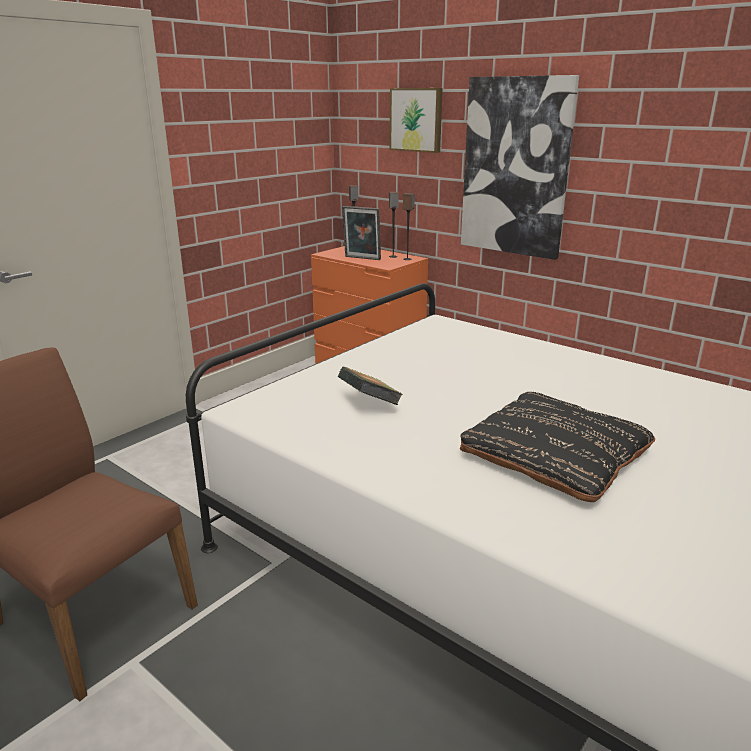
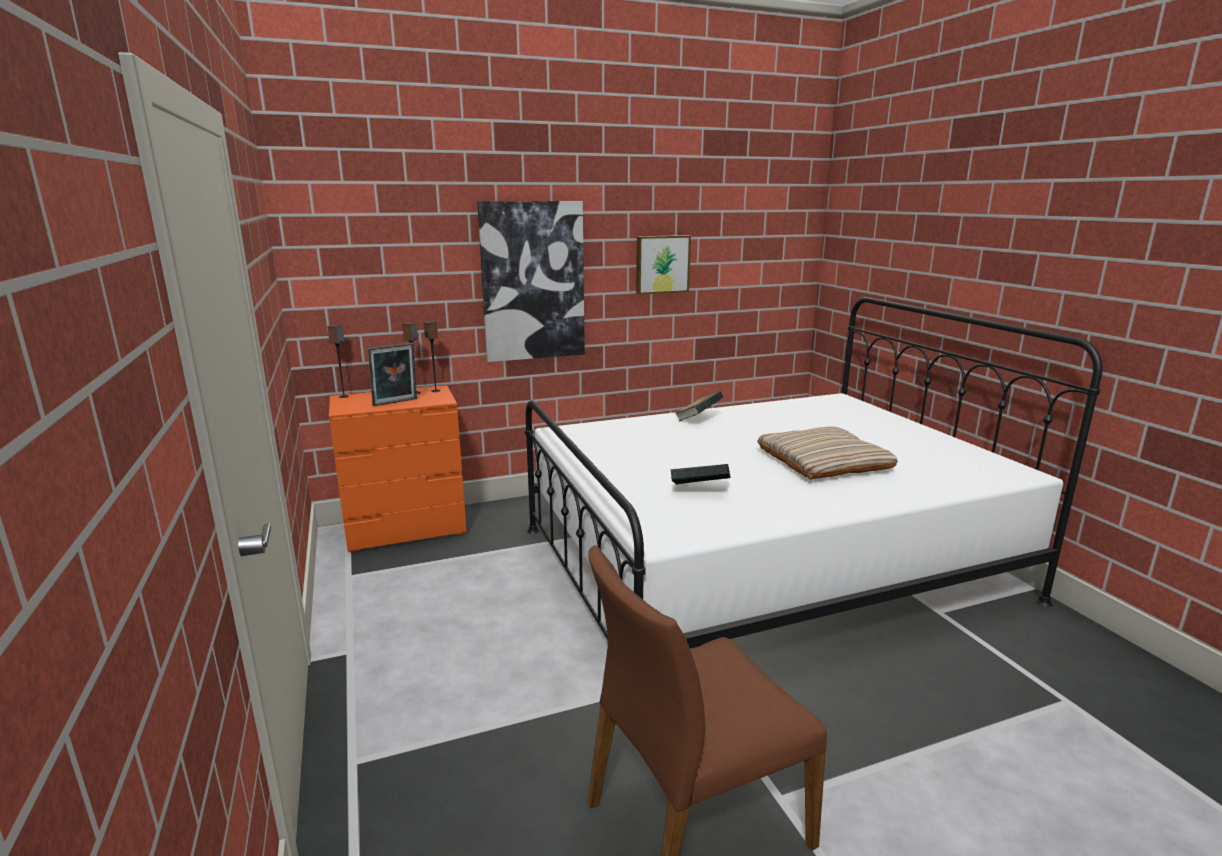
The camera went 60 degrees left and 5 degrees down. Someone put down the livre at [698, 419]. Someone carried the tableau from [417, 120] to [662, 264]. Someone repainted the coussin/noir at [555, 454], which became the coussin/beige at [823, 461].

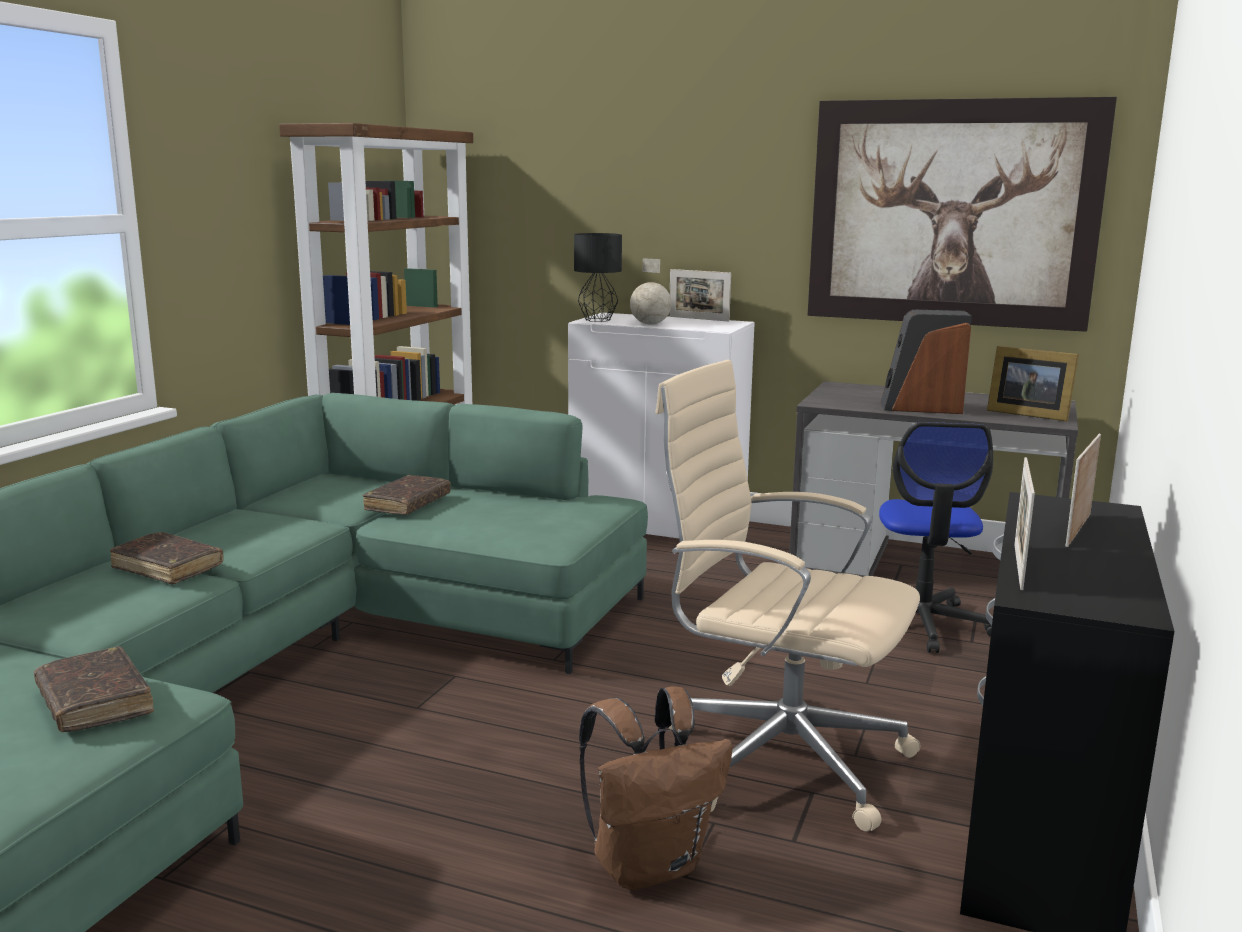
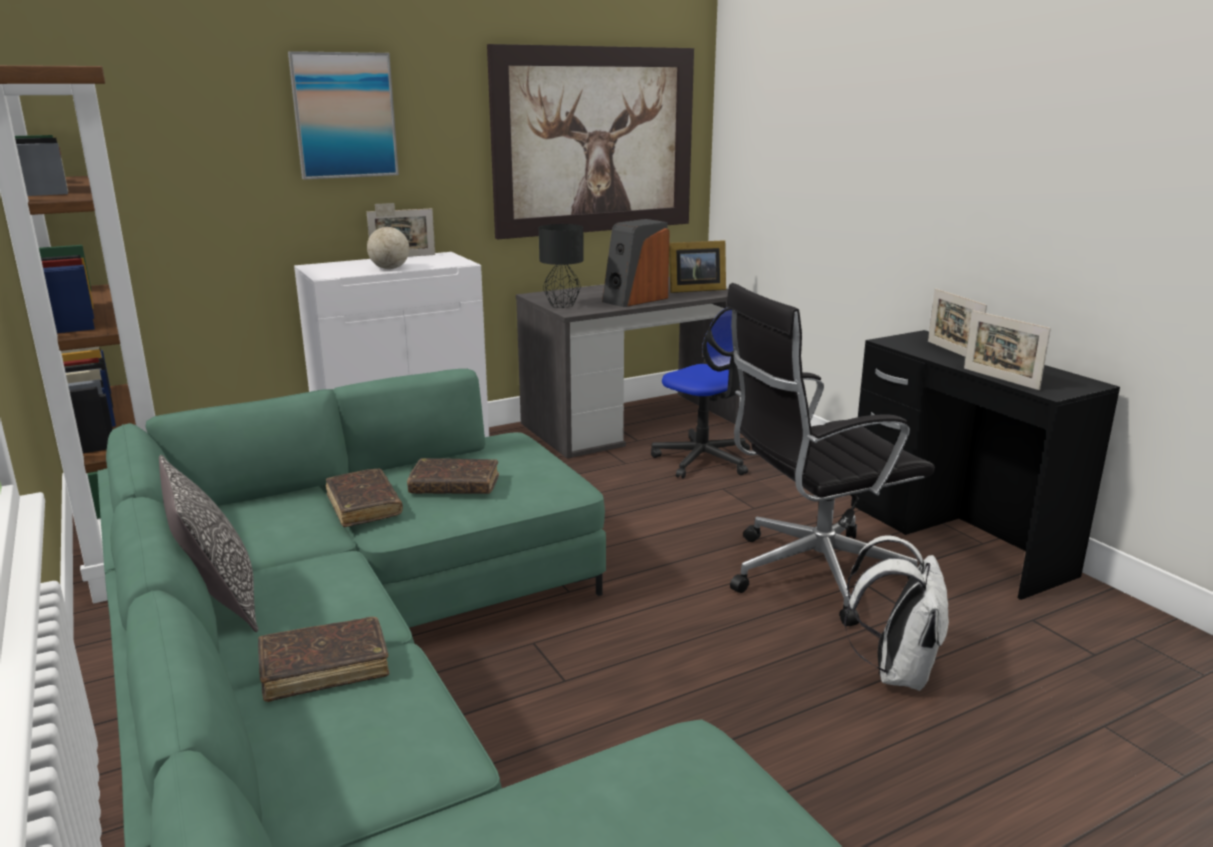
The camera went 50 degrees left and 5 degrees up. Someone put down the coussin at [219, 602]. Someone put up the tableau at [344, 115]. Someone carried the livre/marron from [94, 703] to [454, 486]. Someone carried the lampe de table/noir from [597, 320] to [561, 305]. Someone repainted the sac à dos/marron at [649, 865], which became the sac à dos/blanc at [895, 672]. Someone repainted the chaise de bureau/beige at [779, 758], which became the chaise de bureau/noir at [812, 574].

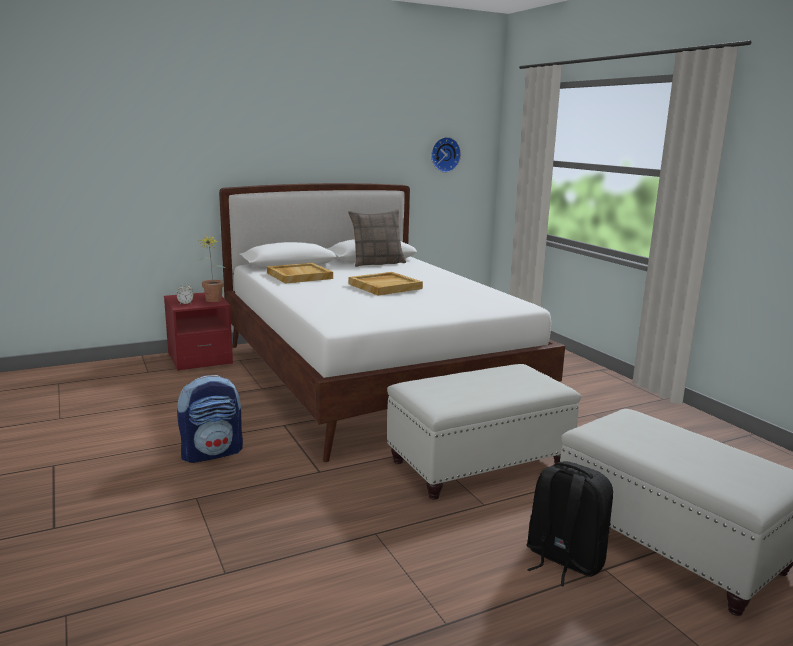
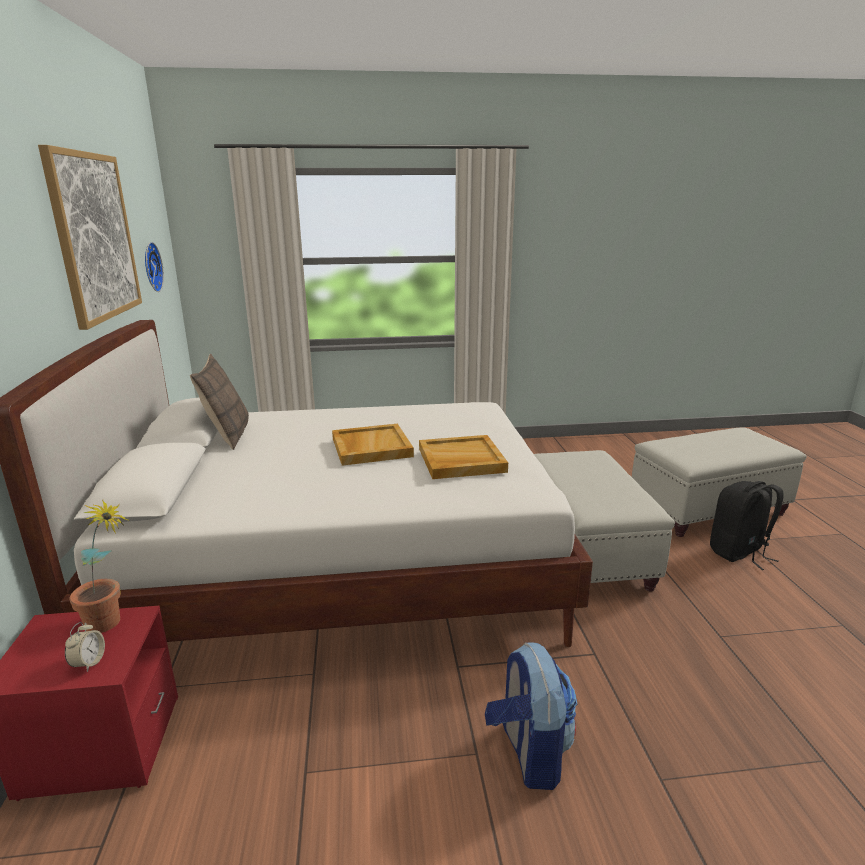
The camera went 70 degrees left and 5 degrees up. Someone put up the tableau at [94, 237]. Someone carried the plateau/beige from [299, 276] to [460, 460].

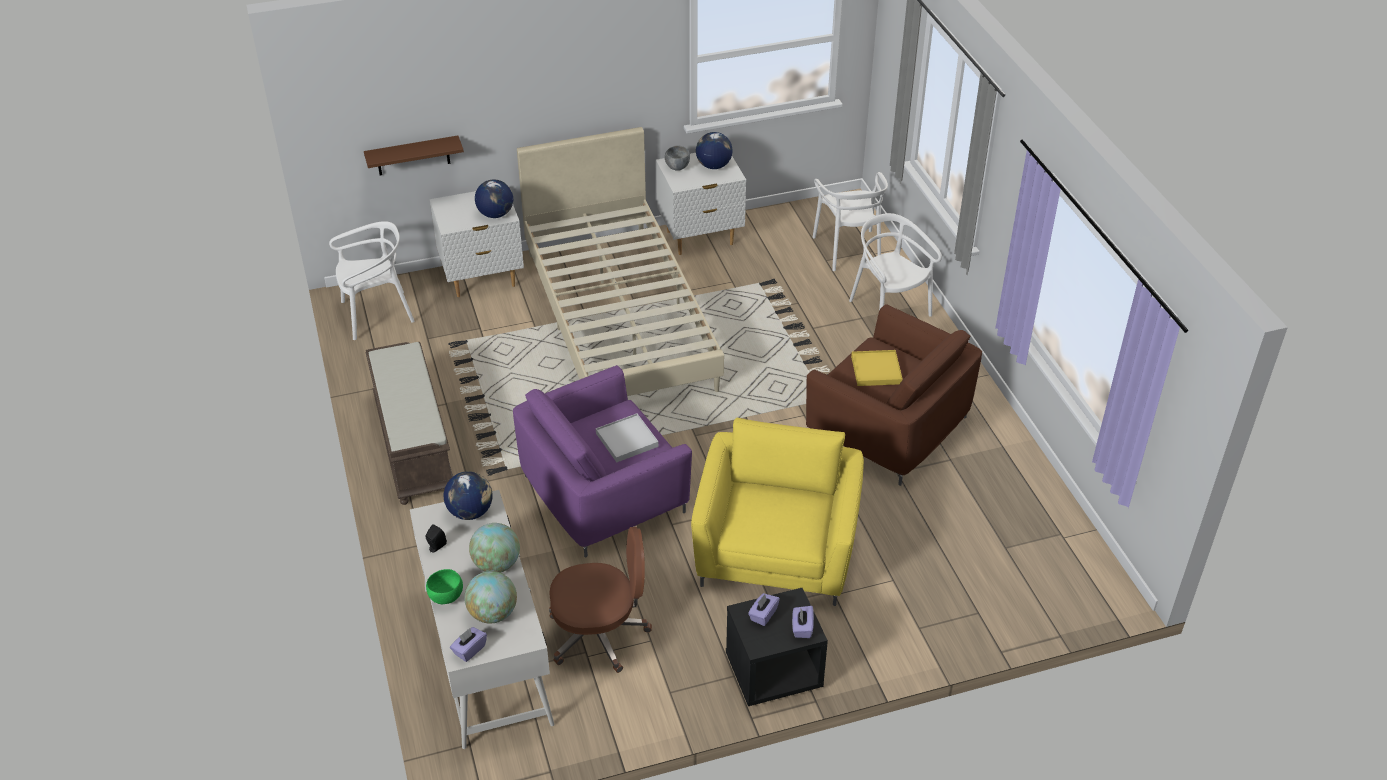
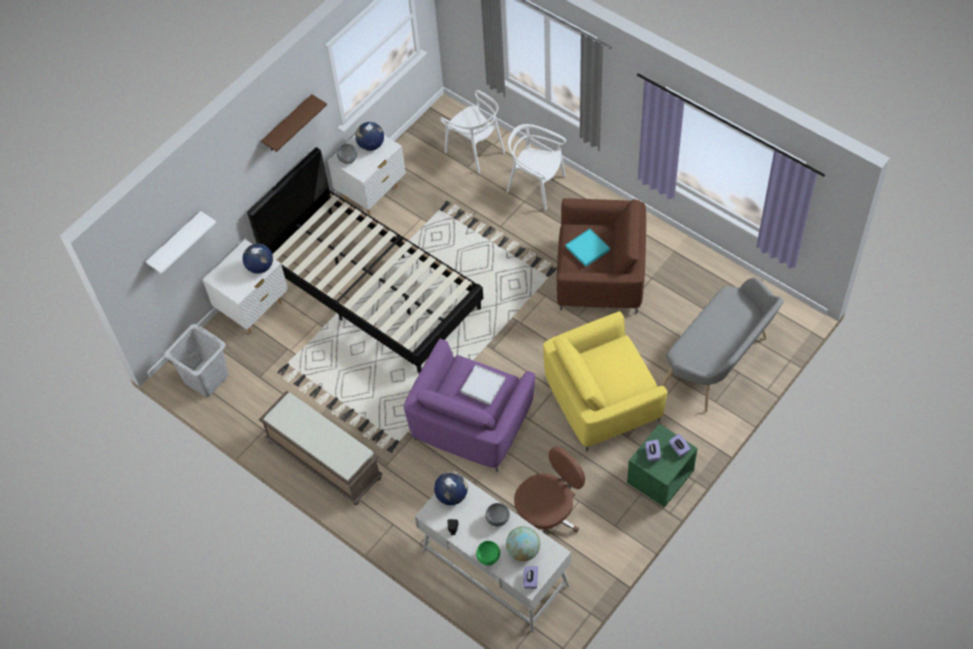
The camera went 30 degrees left and 15 degrees up. Someone put up the étagère/blanc at [176, 243]. Someone put down the banc/gris at [719, 364]. Someone carried the étagère/marron from [413, 156] to [288, 124]. Someone swapped the chaise/blanc at [376, 314] for the panier à linge/gris at [207, 378]. Someone swapped the globe at [496, 564] for the bol/gris at [497, 519]. Someone repainted the lit/beige at [619, 318], which became the lit/noir at [372, 288]. Someone repainted the table de chevet/noir at [773, 673], which became the table de chevet/vert at [660, 478]. Someone repainted the plateau/jaune at [876, 370], which became the plateau/turquoise at [587, 249]. Someone rotated the fauteuil/jaune at [777, 551] by 90 degrees counterclockwise.

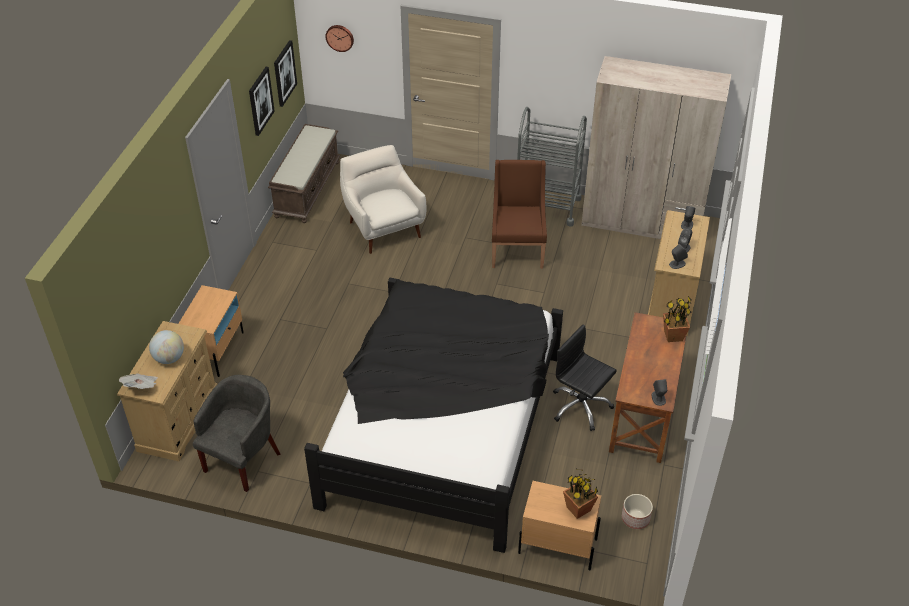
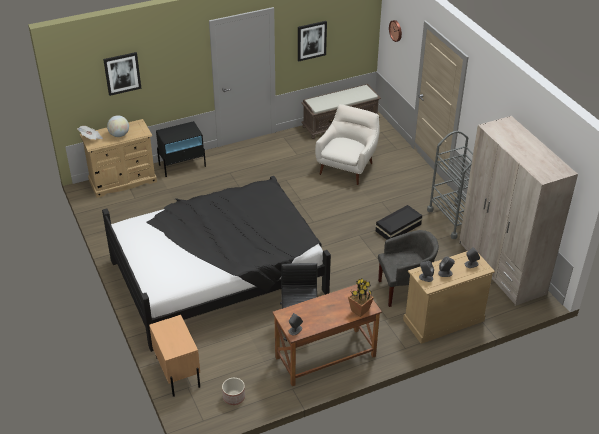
The camera went 50 degrees right and 5 degrees down. Someone took away the plante en pot at [578, 509]. Someone carried the fauteuil/gris from [243, 459] to [404, 290]. Someone carried the tableau from [284, 73] to [122, 73]. Someone swapped the fauteuil/marron at [517, 250] for the boîte de rangement/noir at [399, 227]. Someone repainted the table de chevet/beige at [217, 350], which became the table de chevet/noir at [182, 165].

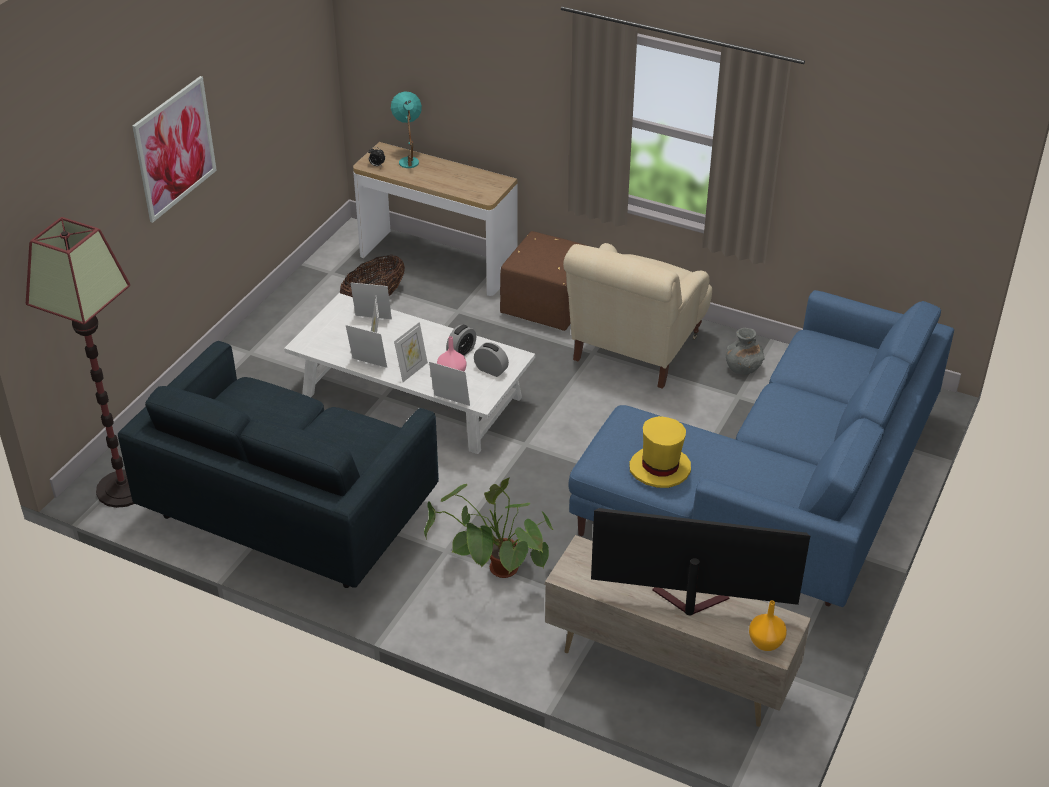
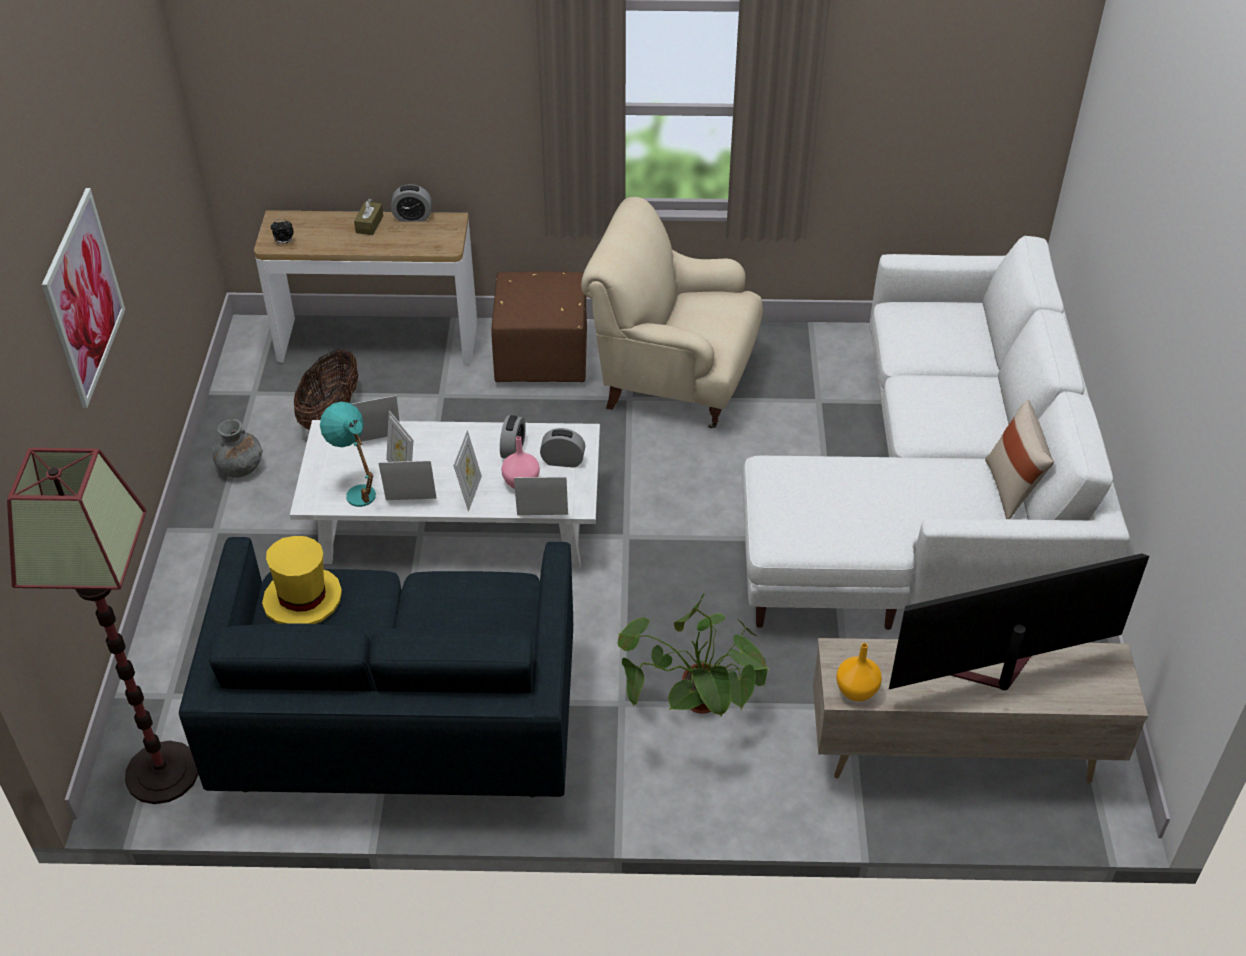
The camera went 25 degrees left and 5 degrees up. Someone put down the boîte à mouchoirs/marron at [369, 224]. Someone put down the réveil at [412, 217]. Someone put down the coussin/beige at [1011, 489]. Someone carried the lampe de table/turquoise from [409, 158] to [357, 489]. Someone carried the chapeau/jaune from [660, 469] to [303, 599]. Someone carried the vase/gris from [742, 368] to [240, 468]. Someone carried the vase/orange from [765, 643] to [855, 691]. Someone repainted the canapé/bleu at [779, 497], which became the canapé/blanc at [936, 505]. Someone rotated the fauteuil/beige at [634, 350] by 105 degrees clockwise.

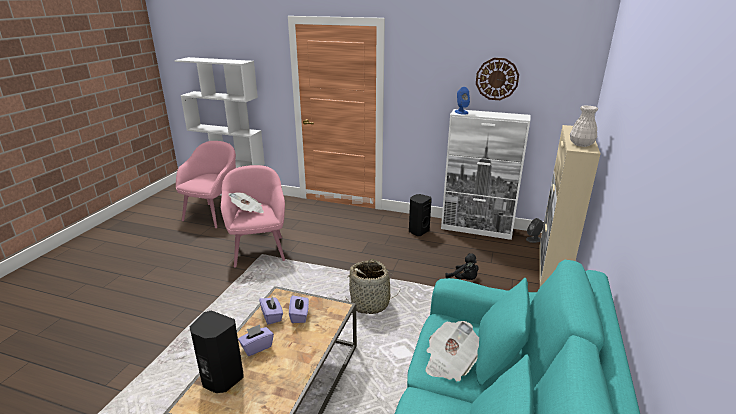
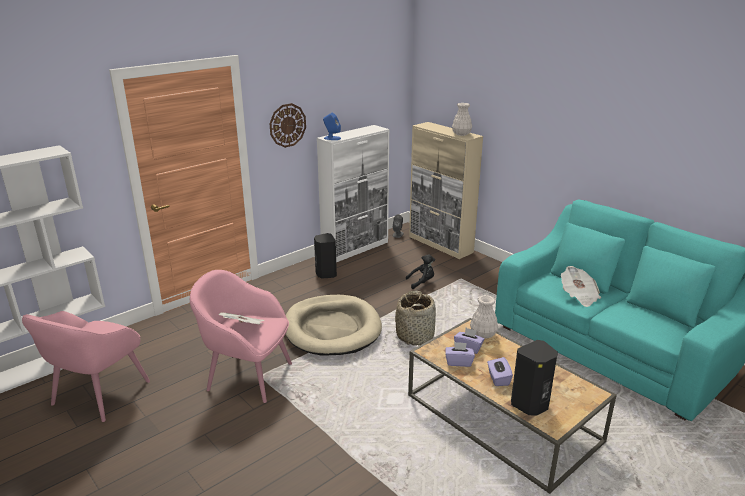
The camera went 60 degrees left and 0 degrees up. Someone put down the panier pour chien/beige at [332, 328]. Someone put down the vase/blanc at [483, 334]. Someone carried the horloge murale from [497, 79] to [287, 125]. Someone rotated the fauteuil/rose at [213, 214] by 120 degrees counterclockwise.

